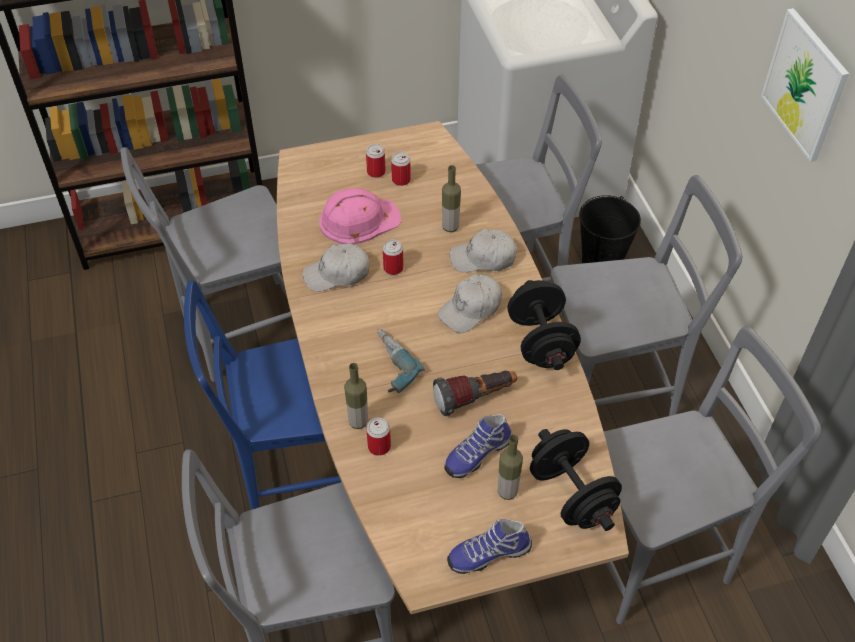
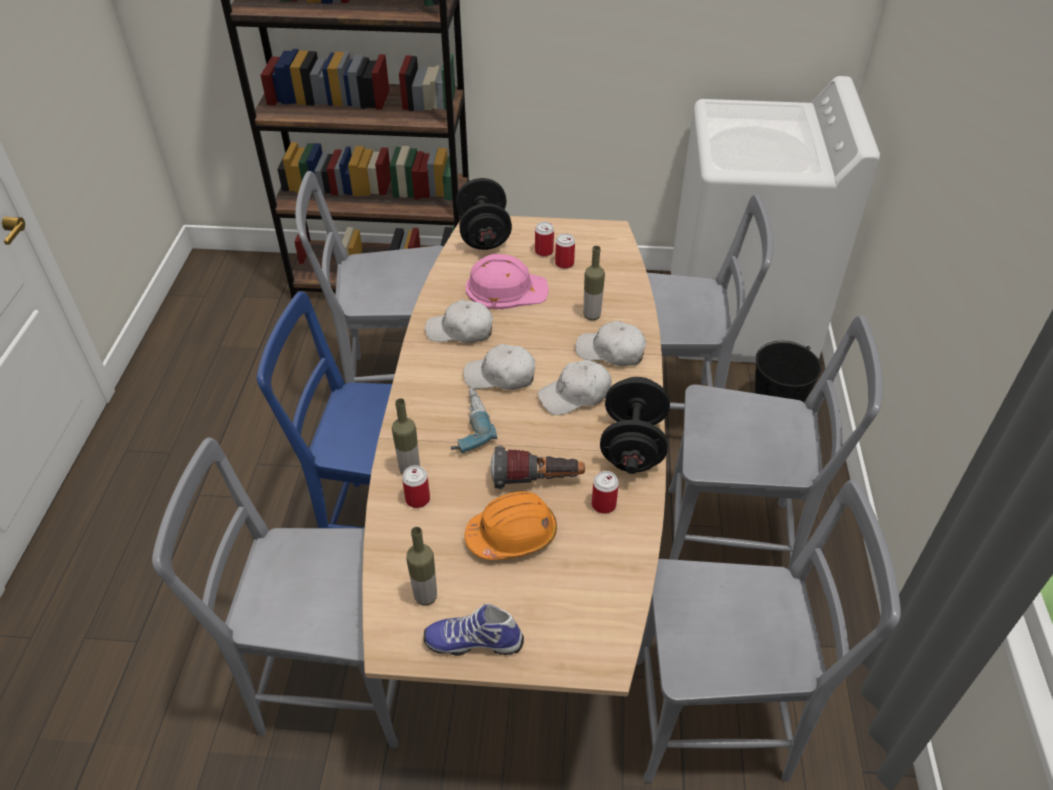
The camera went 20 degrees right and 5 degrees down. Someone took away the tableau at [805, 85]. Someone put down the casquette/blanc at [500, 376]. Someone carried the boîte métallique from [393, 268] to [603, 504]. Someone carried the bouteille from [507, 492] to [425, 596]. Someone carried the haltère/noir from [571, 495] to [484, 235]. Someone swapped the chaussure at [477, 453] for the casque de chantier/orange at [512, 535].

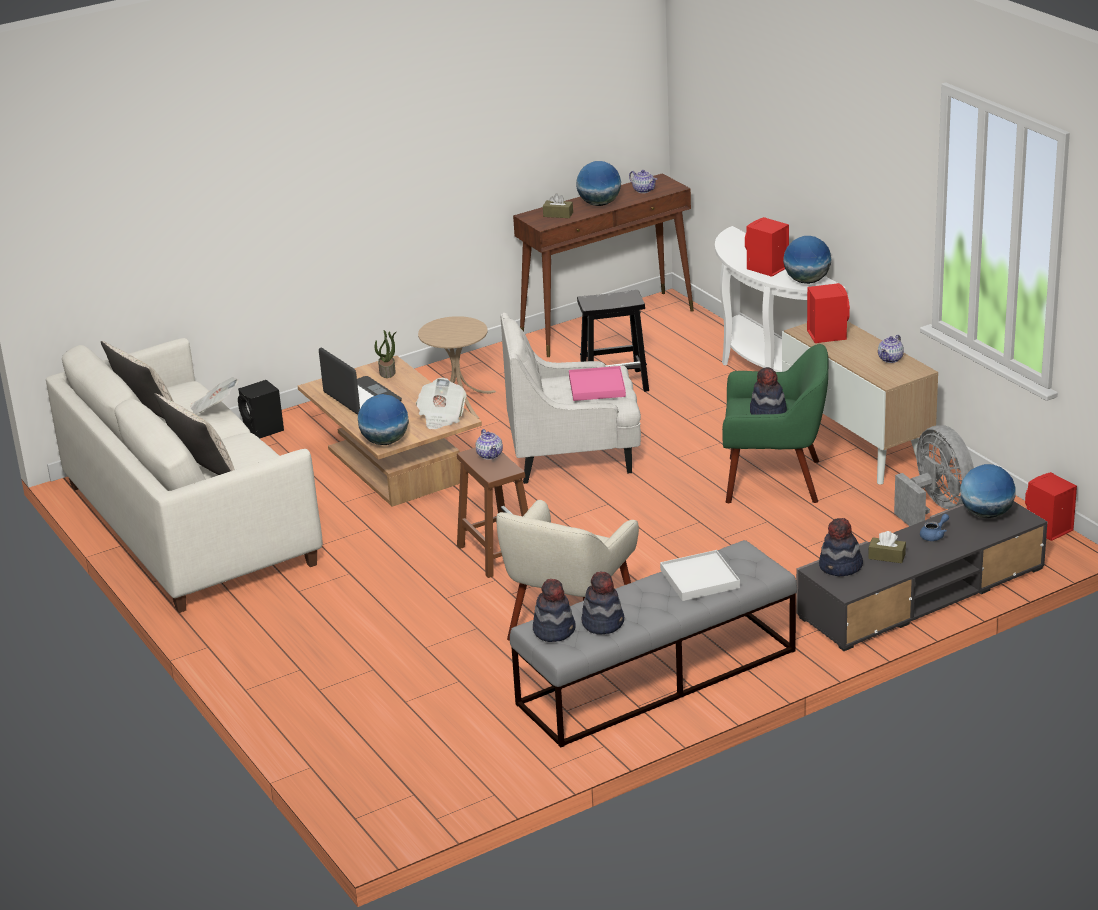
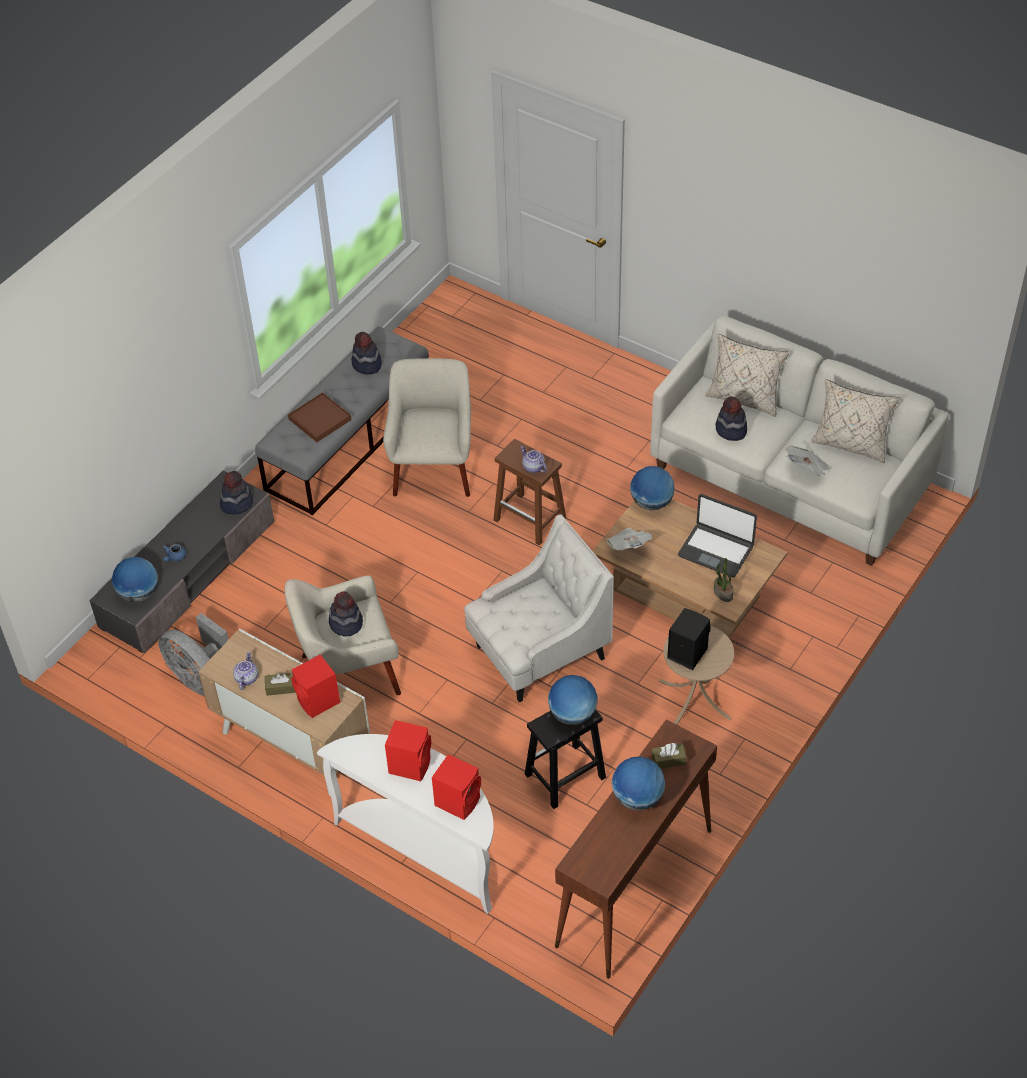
The camera went 155 degrees right and 20 degrees up. Someone took away the plateau/rose at [596, 386]. Someone took away the théière at [643, 190]. Someone carried the enceinte/noir from [264, 431] to [686, 652]. Someone carried the chapeau from [554, 630] to [731, 430]. Someone carried the globe from [807, 281] to [572, 714]. Someone carried the boîte à mouchoirs/marron from [886, 556] to [281, 688]. Someone carried the enceinte/rouge from [1047, 529] to [458, 800]. Someone repainted the plateau/blanc at [699, 579], which became the plateau/marron at [320, 419]. Someone repainted the fauteuil/vert at [775, 480], which became the fauteuil/beige at [348, 673].

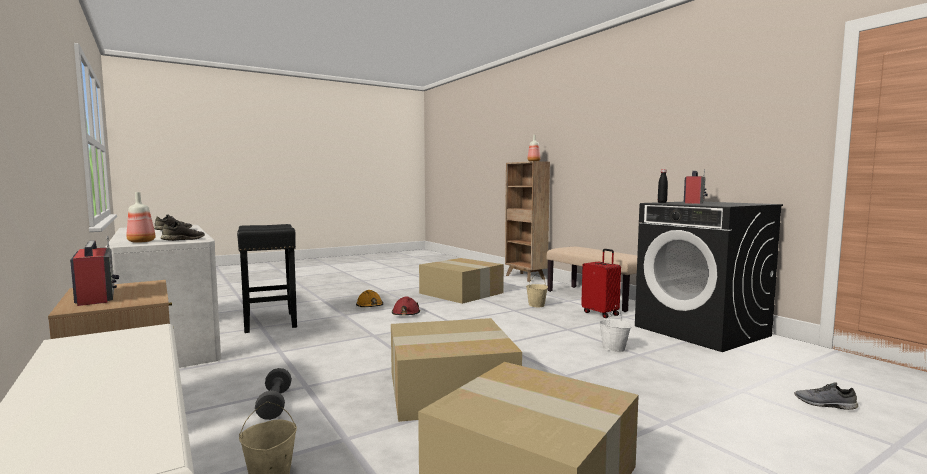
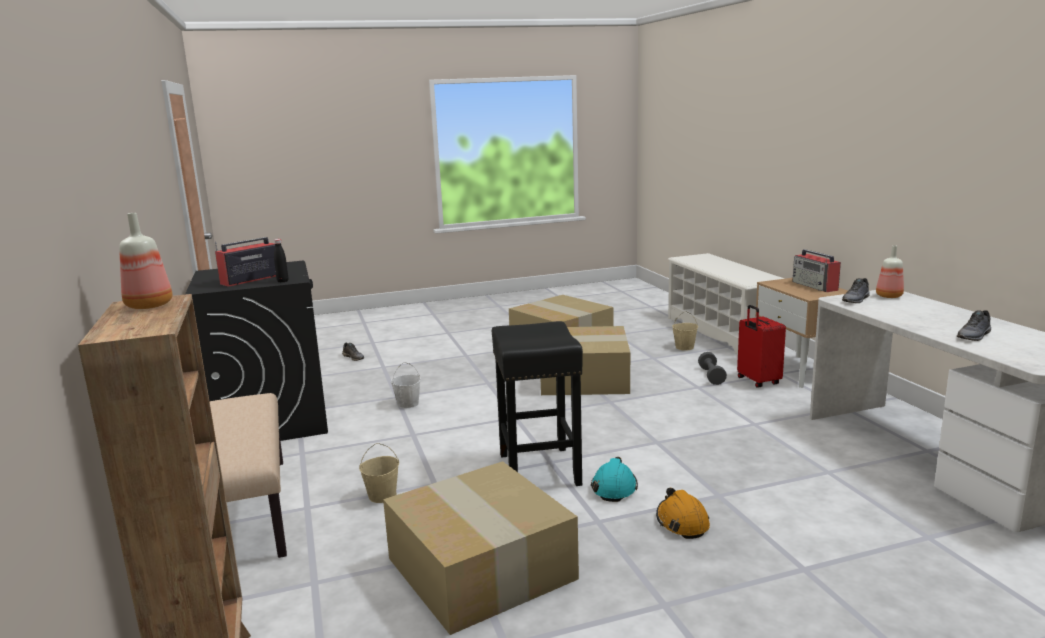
The camera went 165 degrees left and 10 degrees up. Someone carried the tabouret/noir from [270, 322] to [538, 468]. Someone carried the valise/rouge from [601, 313] to [757, 381]. Someone repainted the casque de chantier/rouge at [405, 314], which became the casque de chantier/turquoise at [614, 488].

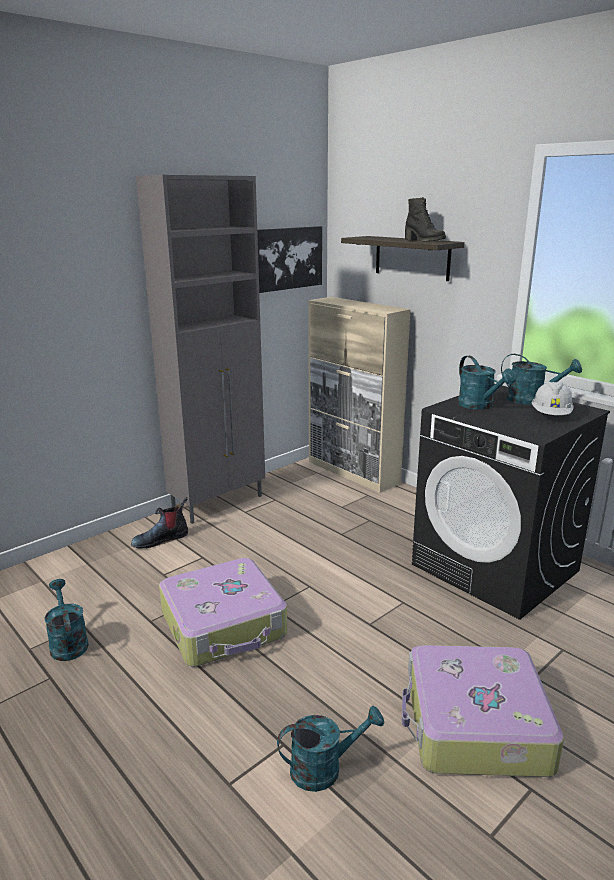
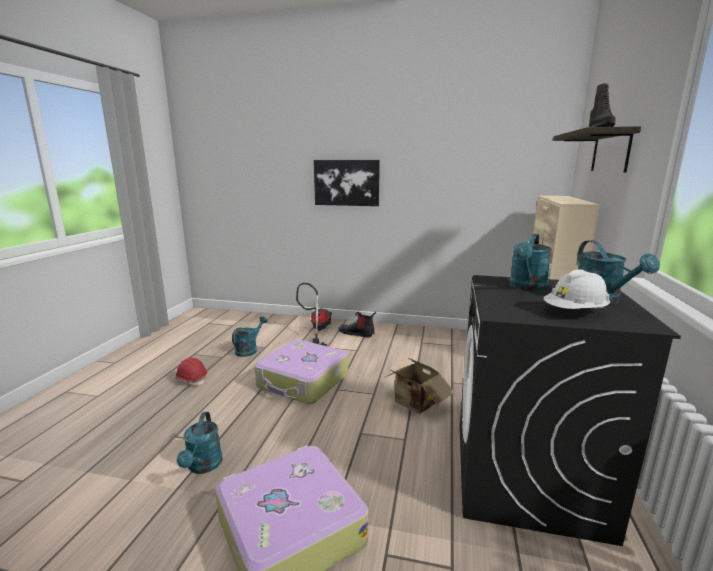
The camera went 55 degrees right and 5 degrees down. Someone took away the meuble de rangement/gris at [219, 503]. Someone put down the casque de chantier/rouge at [191, 380]. Someone put down the aspirateur at [317, 330]. Someone put down the carton at [415, 405]. Someone carried the tableau from [287, 258] to [346, 182]. Someone rotated the arrosoir/turquoise at [325, 768] by 45 degrees clockwise.

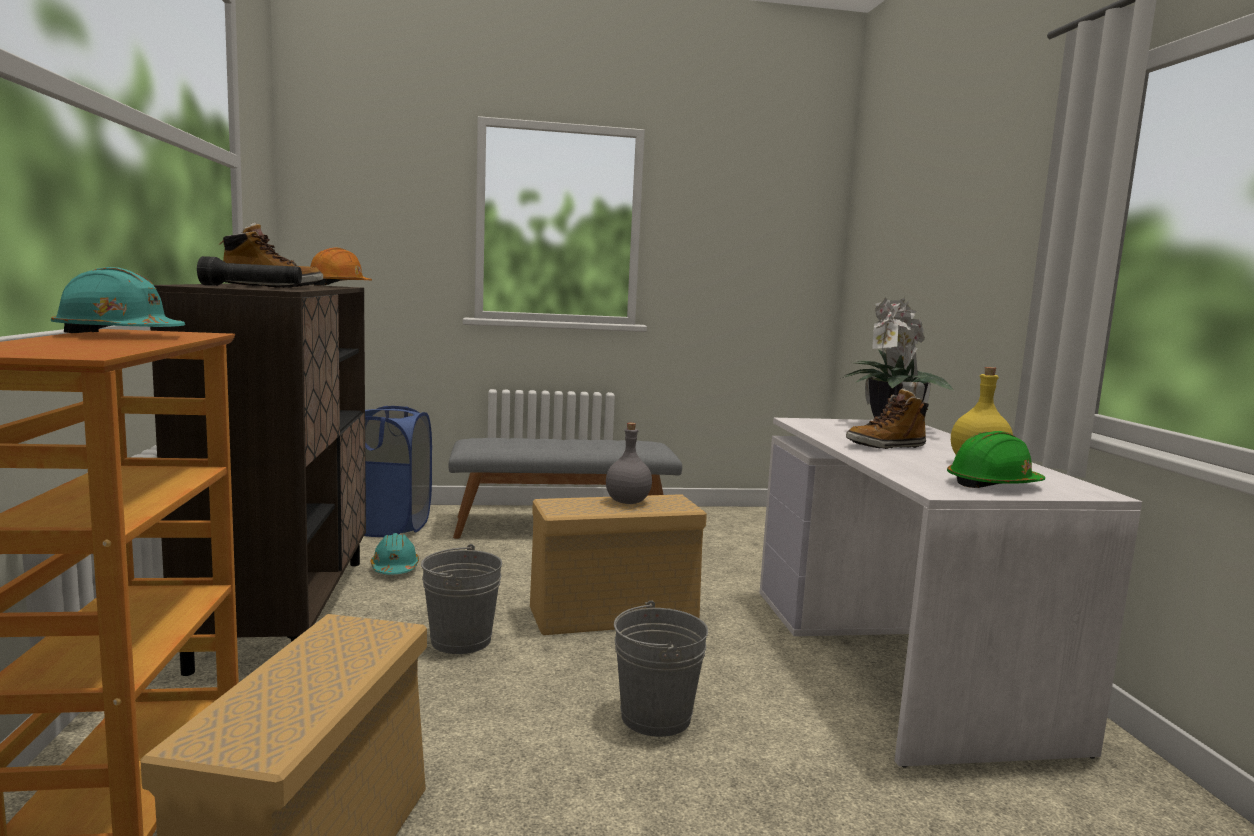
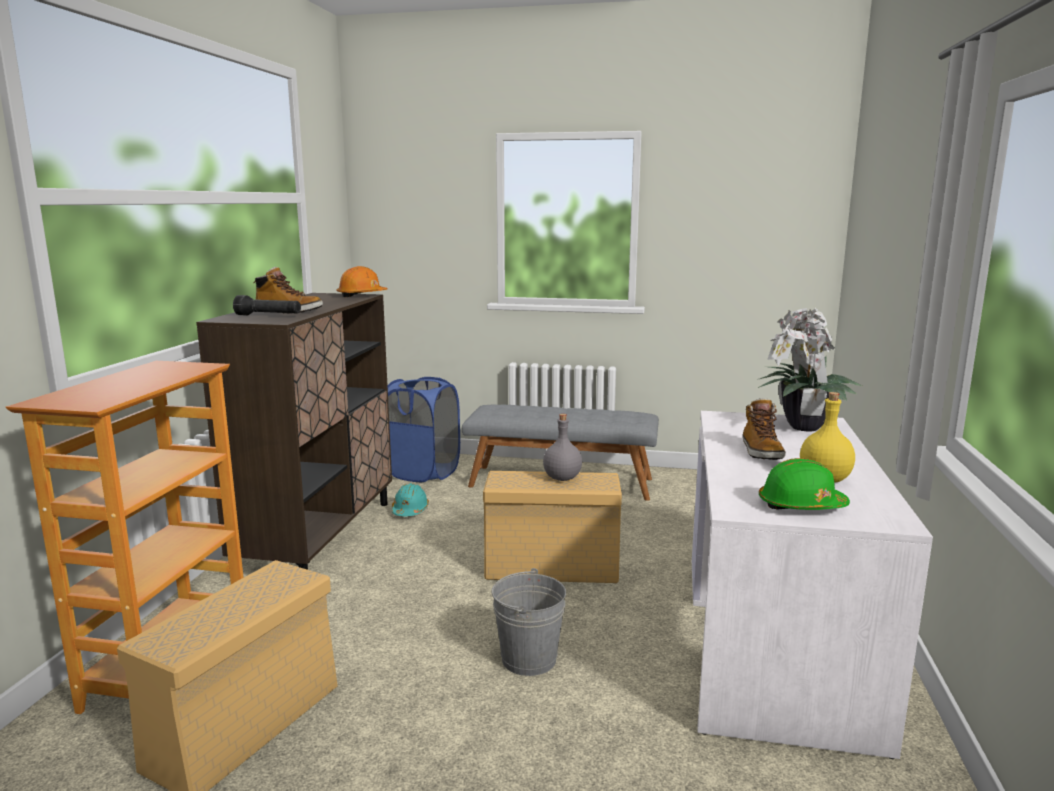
The camera went 20 degrees right and 5 degrees up. Someone took away the casque de chantier/turquoise at [119, 335]. Someone took away the seau/gris at [461, 640]. Someone rotated the botte at [885, 446] by 90 degrees counterclockwise.

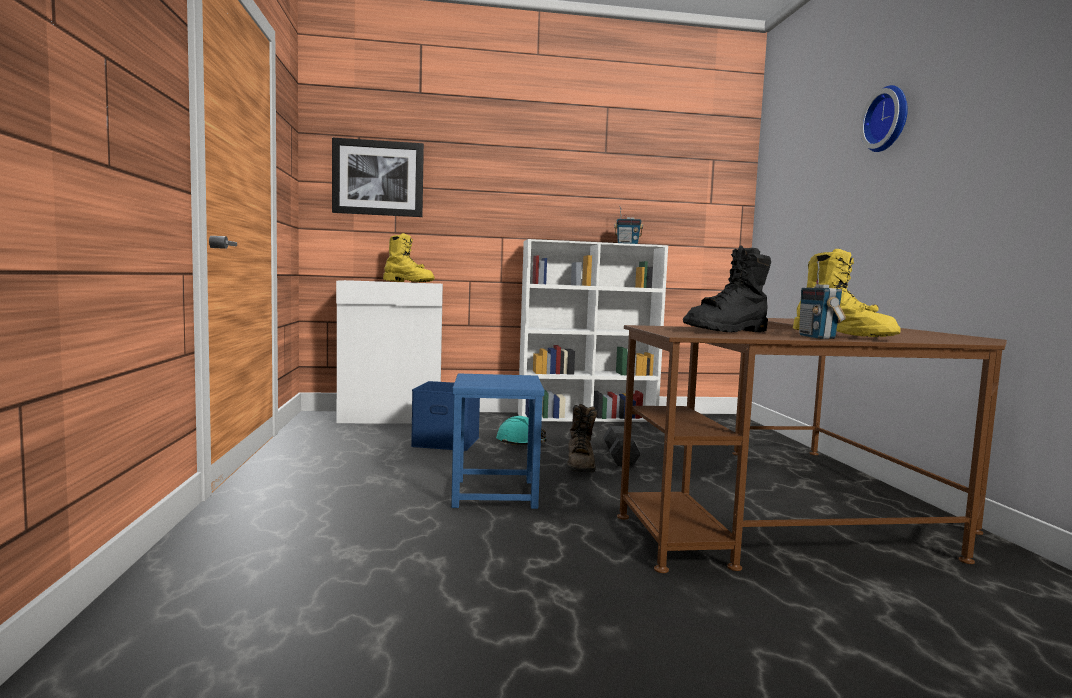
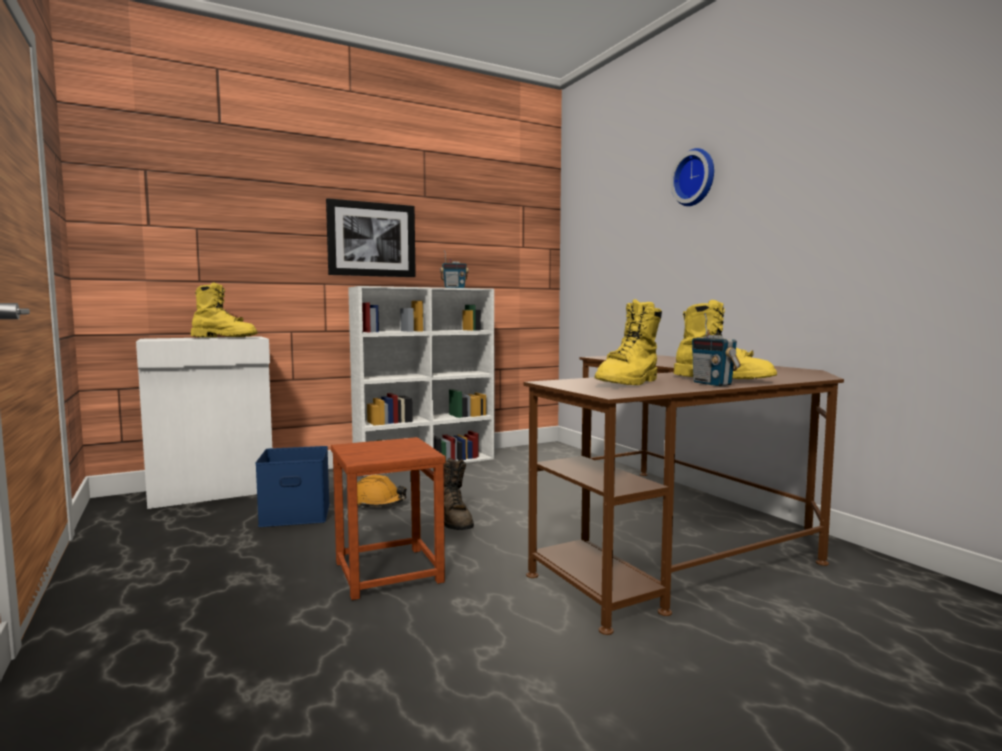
The camera went 20 degrees left and 0 degrees up. Someone took away the haltère/noir at [620, 457]. Someone carried the tableau from [378, 178] to [371, 239]. Someone repainted the tabouret/bleu at [493, 493], which became the tabouret/marron at [387, 572]. Someone repainted the casque de chantier/turquoise at [521, 443], which became the casque de chantier/orange at [378, 503]. Someone repainted the botte/noir at [727, 331], which became the botte/jaune at [629, 383].

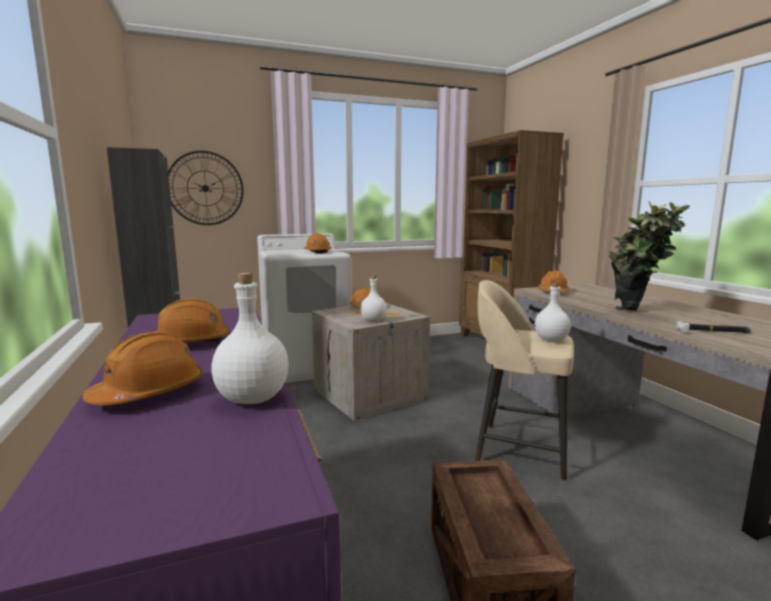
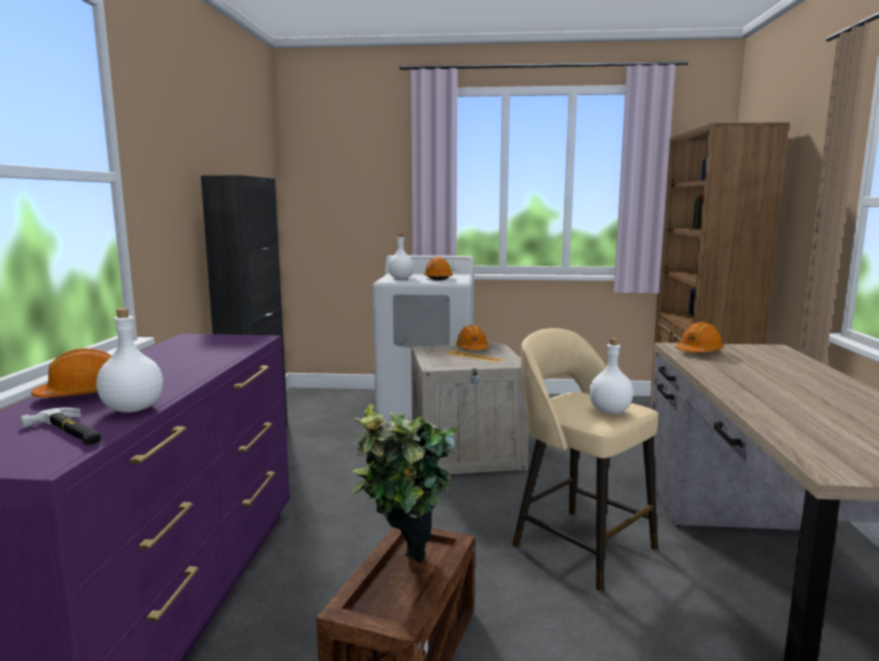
The camera went 25 degrees right and 0 degrees up. Someone took away the casque de chantier/orange at [189, 343]. Someone took away the horloge murale at [205, 188]. Someone carried the bouteille/blanc from [374, 321] to [401, 278]. Someone carried the plante en pot from [637, 314] to [404, 573]. Someone carried the marteau from [711, 331] to [68, 432].

